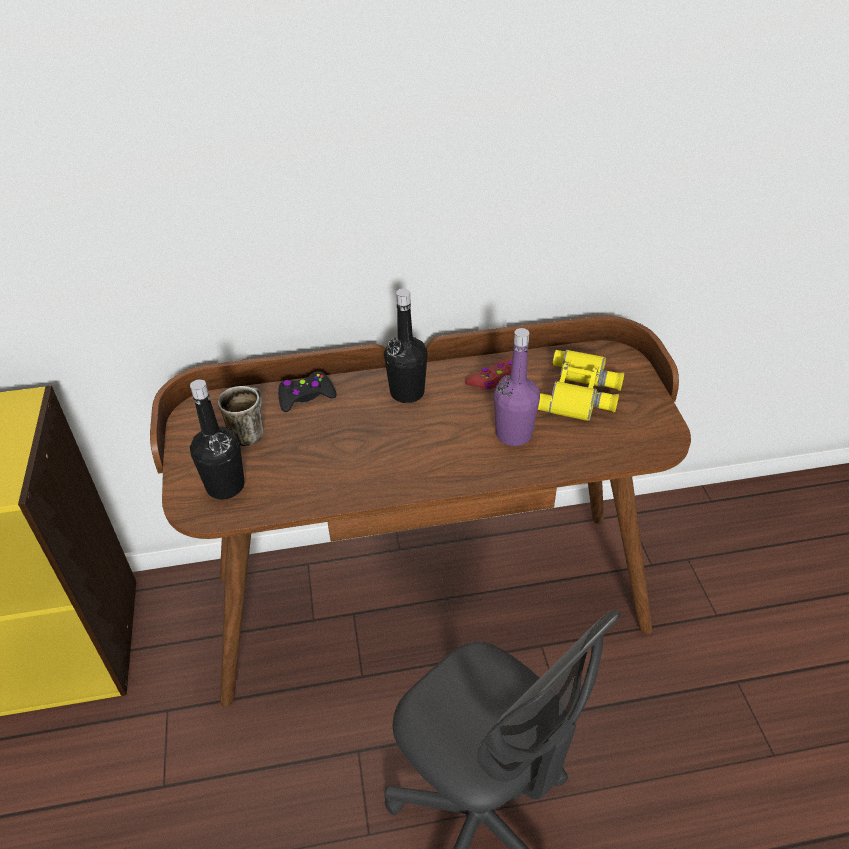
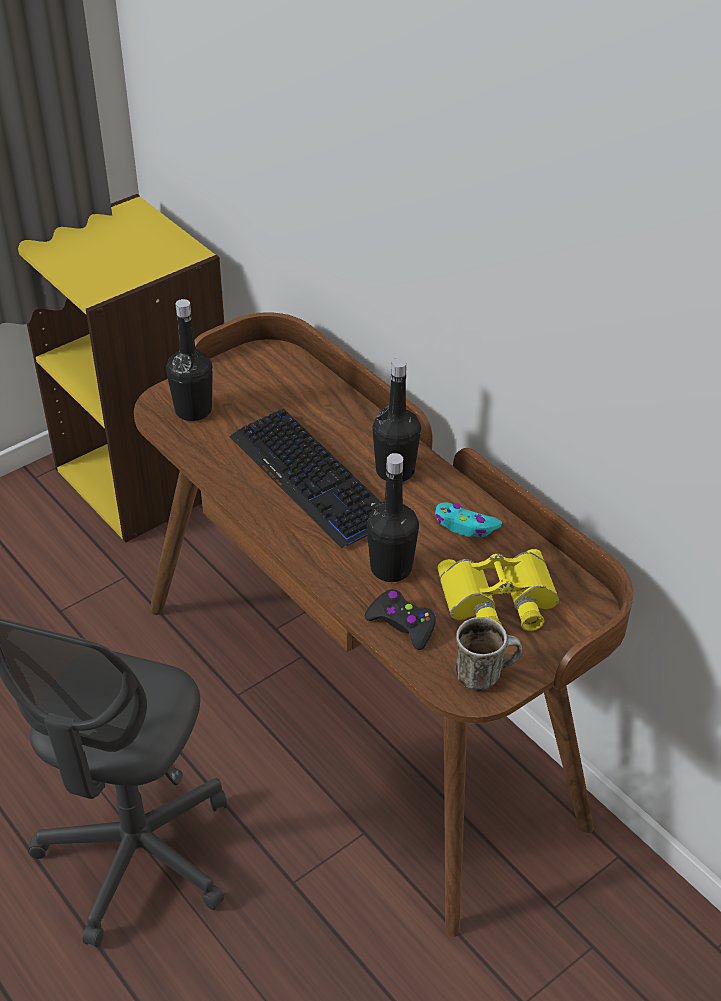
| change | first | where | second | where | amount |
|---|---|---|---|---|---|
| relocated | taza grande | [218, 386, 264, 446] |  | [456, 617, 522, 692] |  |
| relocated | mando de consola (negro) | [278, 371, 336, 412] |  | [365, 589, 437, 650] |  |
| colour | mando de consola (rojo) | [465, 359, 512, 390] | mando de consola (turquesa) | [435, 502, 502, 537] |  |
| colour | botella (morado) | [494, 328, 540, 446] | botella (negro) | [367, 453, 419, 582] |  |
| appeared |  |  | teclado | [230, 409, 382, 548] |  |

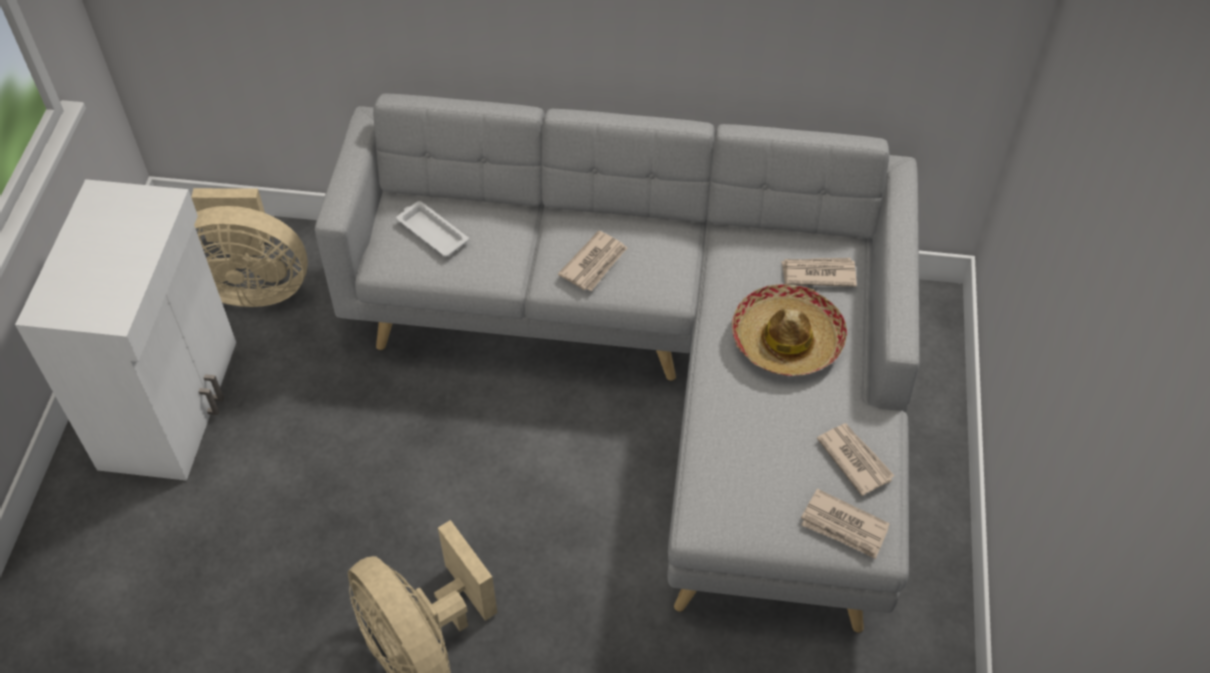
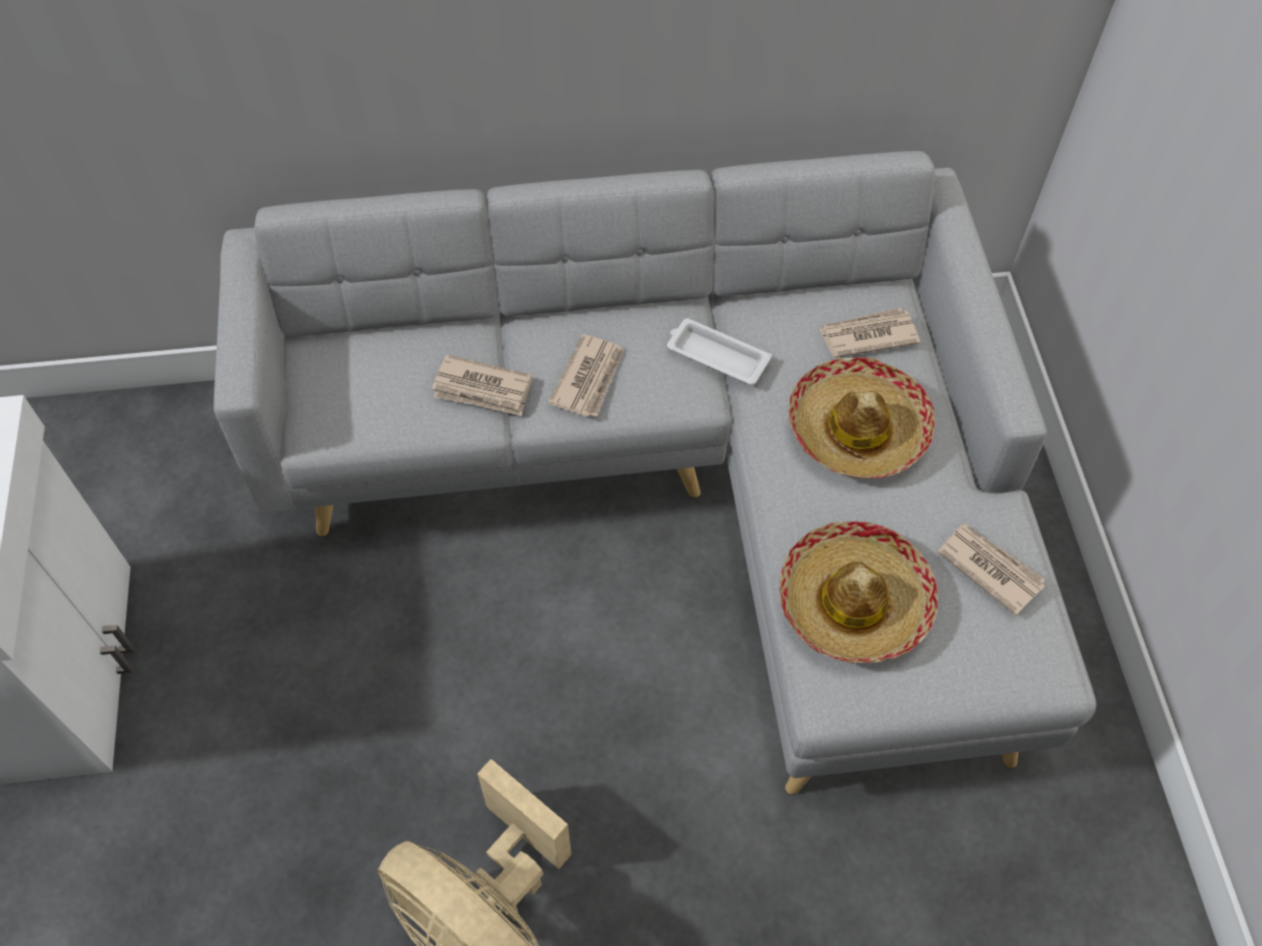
| change | first | where | second | where | amount |
|---|---|---|---|---|---|
| missing | ventilador (beis) | [191, 188, 308, 307] |  |  |  |
| relocated | bandeja (blanco) | [396, 201, 469, 257] |  | [667, 318, 772, 385] |  |
| relocated | periódico | [801, 489, 890, 559] |  | [432, 355, 532, 416] |  |
| appeared |  |  | sombrero | [779, 521, 938, 663] |  |

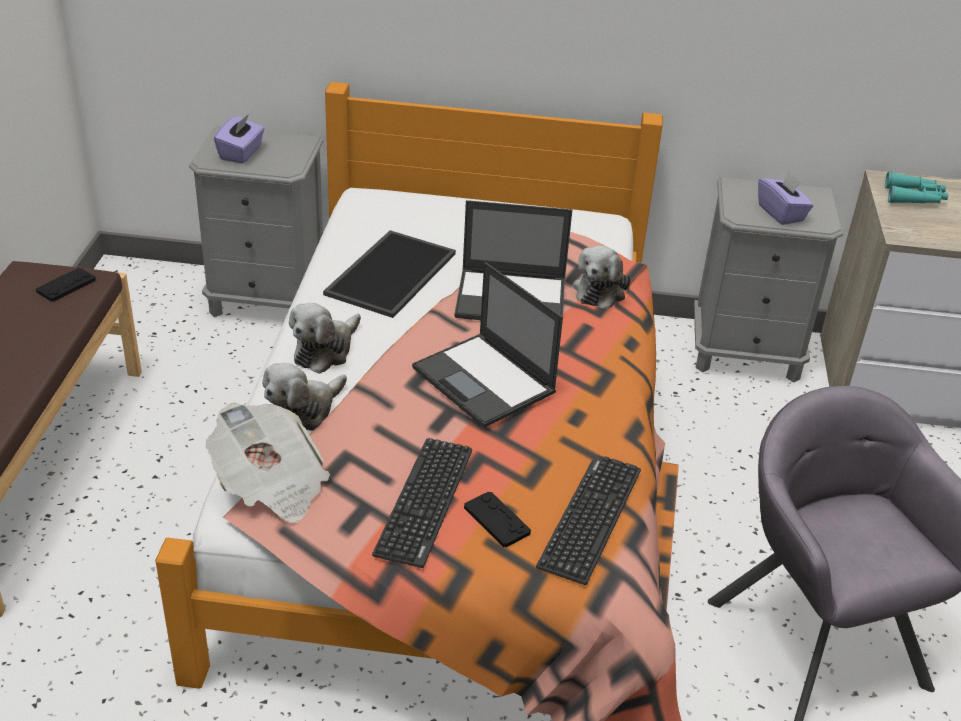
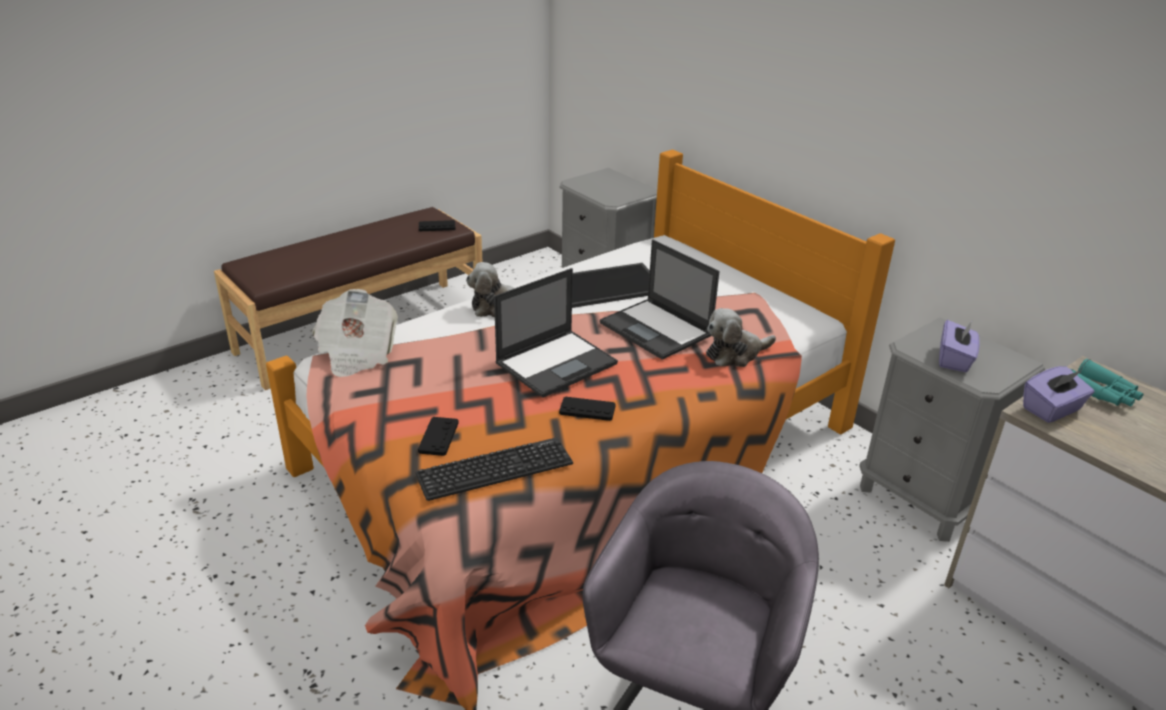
| change | first | where | second | where | amount |
|---|---|---|---|---|---|
| relocated | caja de pañuelos (morado) | [214, 114, 265, 164] |  | [1023, 366, 1094, 423] |  |
| missing | peluche | [262, 363, 347, 431] |  |  |  |
| missing | teclado | [372, 438, 472, 568] |  |  |  |
| spun | portátil | [412, 262, 563, 428] |  | [494, 268, 618, 398] | 135 degrees counterclockwise |
| appeared |  |  | mando de consola (negro) | [559, 397, 616, 421] |  |

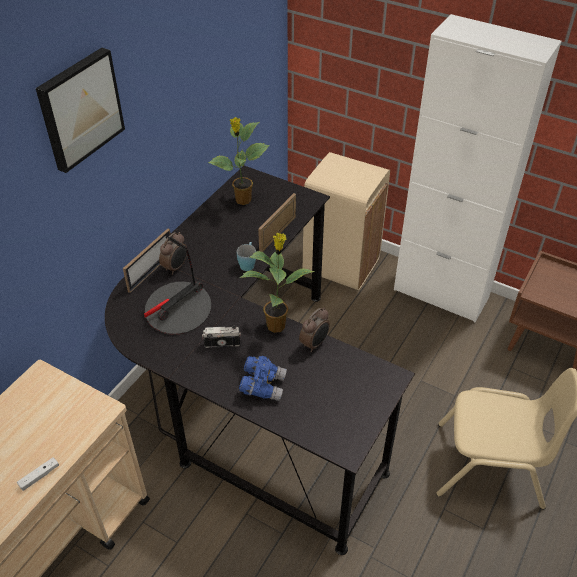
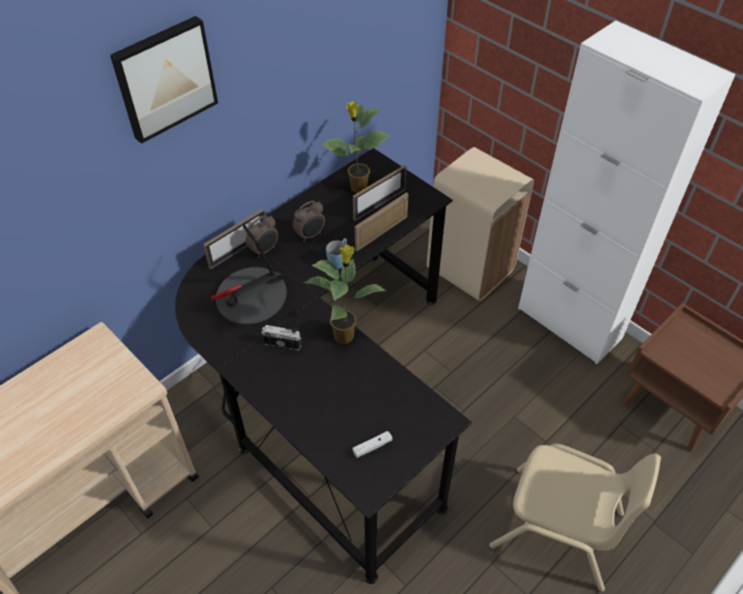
| change | first | where | second | where | amount |
|---|---|---|---|---|---|
| relocated | mando de consola (blanco) | [17, 457, 59, 491] |  | [352, 431, 393, 458] |  |
| missing | prismáticos (azul) | [239, 356, 287, 401] |  |  |  |
| relocated | despertador | [299, 307, 330, 352] |  | [293, 201, 325, 242] |  |
| appeared |  |  | portarretratos | [353, 165, 406, 221] |  |

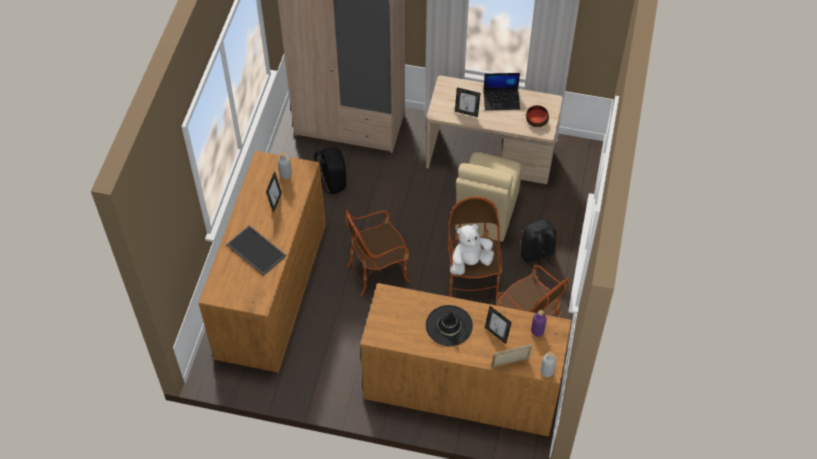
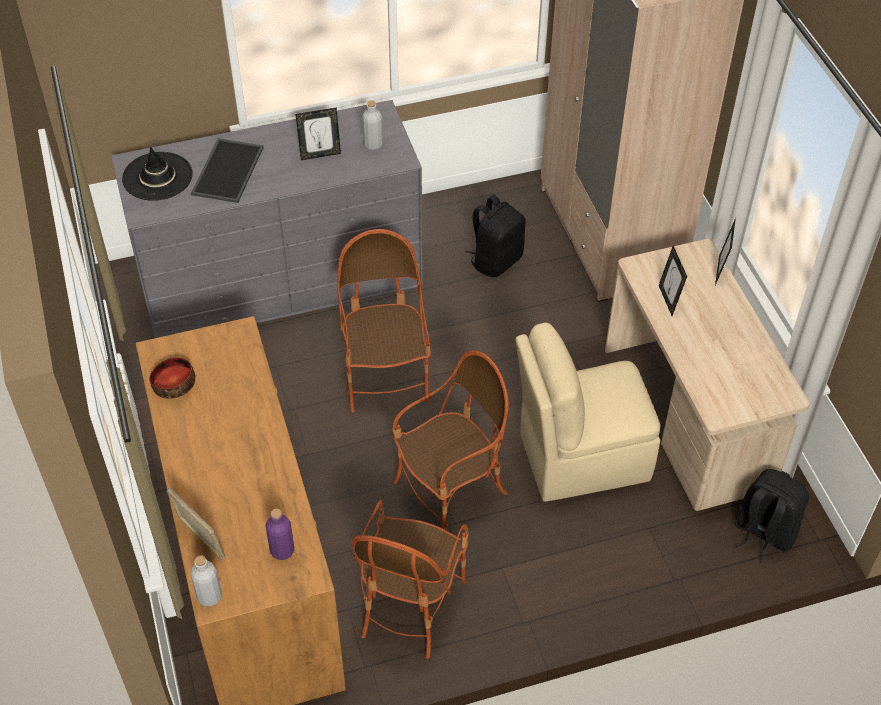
| change | first | where | second | where | amount |
|---|---|---|---|---|---|
| colour | cómoda (marrón) | [199, 151, 326, 372] | cómoda (gris) | [111, 100, 423, 338] |  |
| spun | sillón | [345, 210, 410, 296] |  | [337, 229, 431, 412] | 45 degrees clockwise |
| relocated | sombrero (negro) | [426, 305, 473, 346] |  | [122, 147, 193, 201] |  |
| missing | peluche (blanco) | [450, 224, 494, 275] |  |  |  |
| missing | portátil | [483, 73, 520, 110] |  |  |  |
| relocated | portarretratos | [485, 306, 512, 344] |  | [715, 218, 736, 285] |  |
| relocated | mochila (negro) | [521, 220, 557, 272] |  | [734, 469, 809, 563] |  |
| relocated | cuenco | [526, 105, 549, 127] |  | [150, 357, 195, 399] |  |

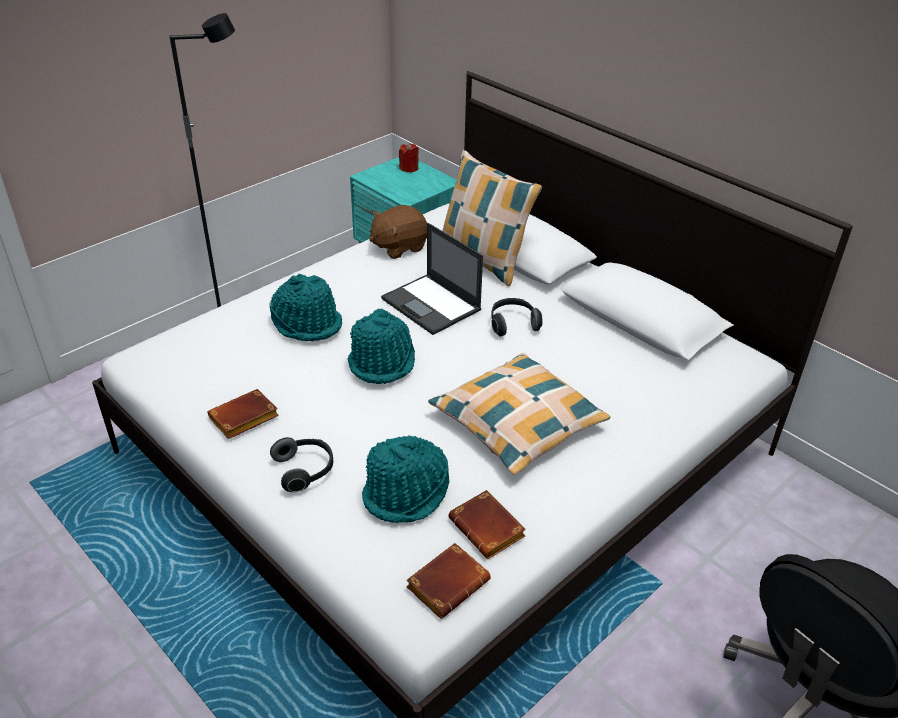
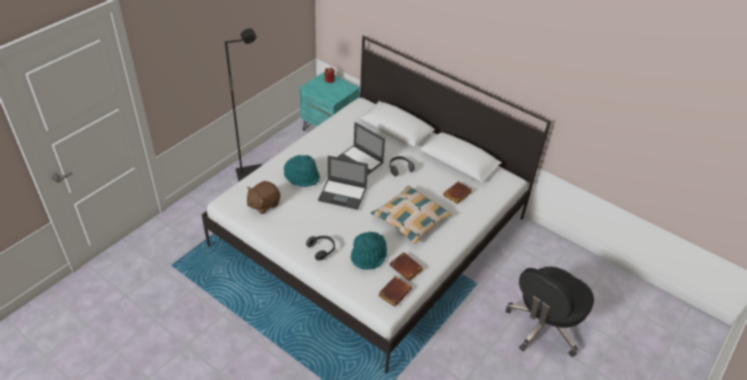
| change | first | where | second | where | amount |
|---|---|---|---|---|---|
| relocated | libro (marrón) | [208, 389, 279, 439] |  | [443, 181, 472, 204] |  |
| exchanged | sombrero (turquesa) | [348, 309, 415, 384] | portátil | [318, 156, 368, 210] |  |
| relocated | peluche (marrón) | [369, 205, 427, 259] |  | [247, 181, 280, 214] |  |
| missing | cojín | [442, 150, 542, 286] |  |  |  |

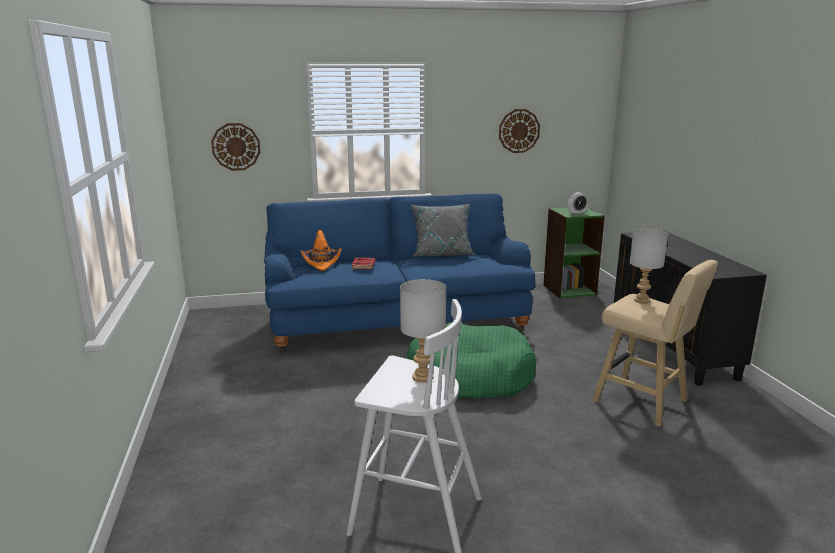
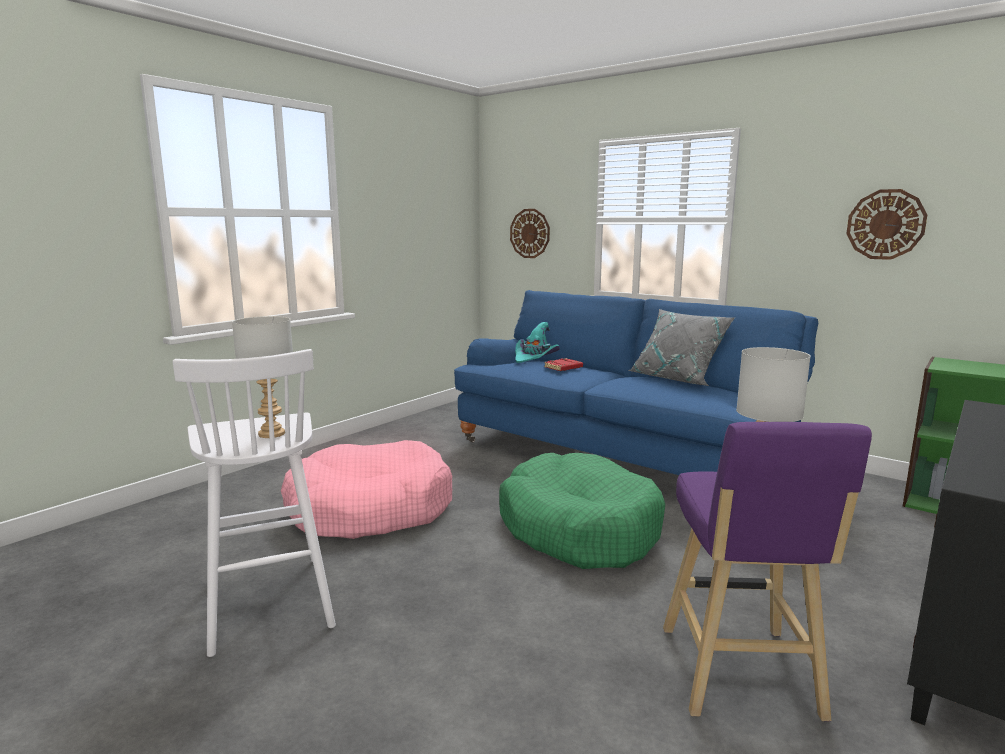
| change | first | where | second | where | amount |
|---|---|---|---|---|---|
| colour | sombrero (naranja) | [300, 230, 342, 271] | sombrero (turquesa) | [515, 322, 560, 363] |  |
| missing | despertador | [568, 193, 587, 215] |  |  |  |
| colour | taburete (beis) | [593, 260, 718, 427] | taburete (morado) | [663, 422, 872, 721] |  |
| appeared |  |  | cama para perro (rosa) | [281, 440, 452, 539] |  |

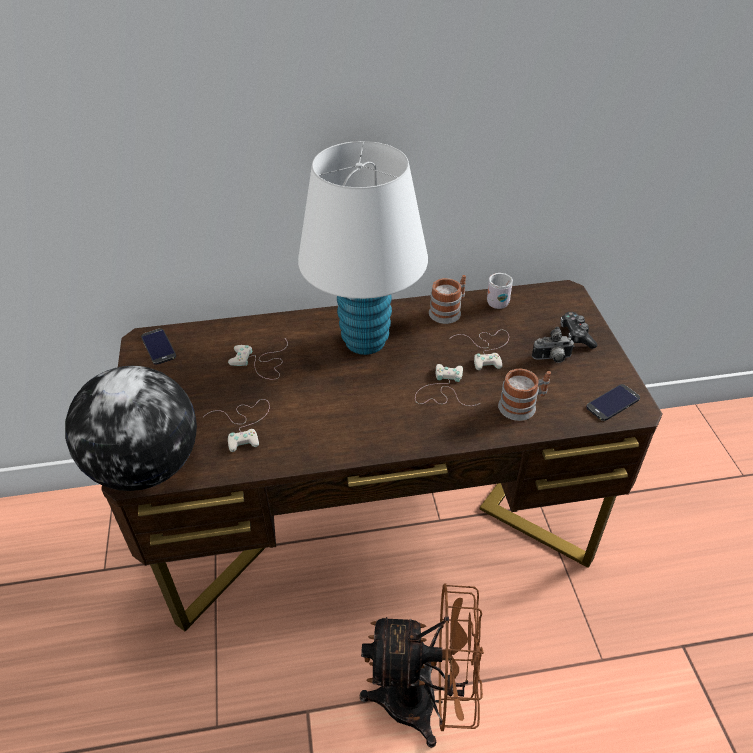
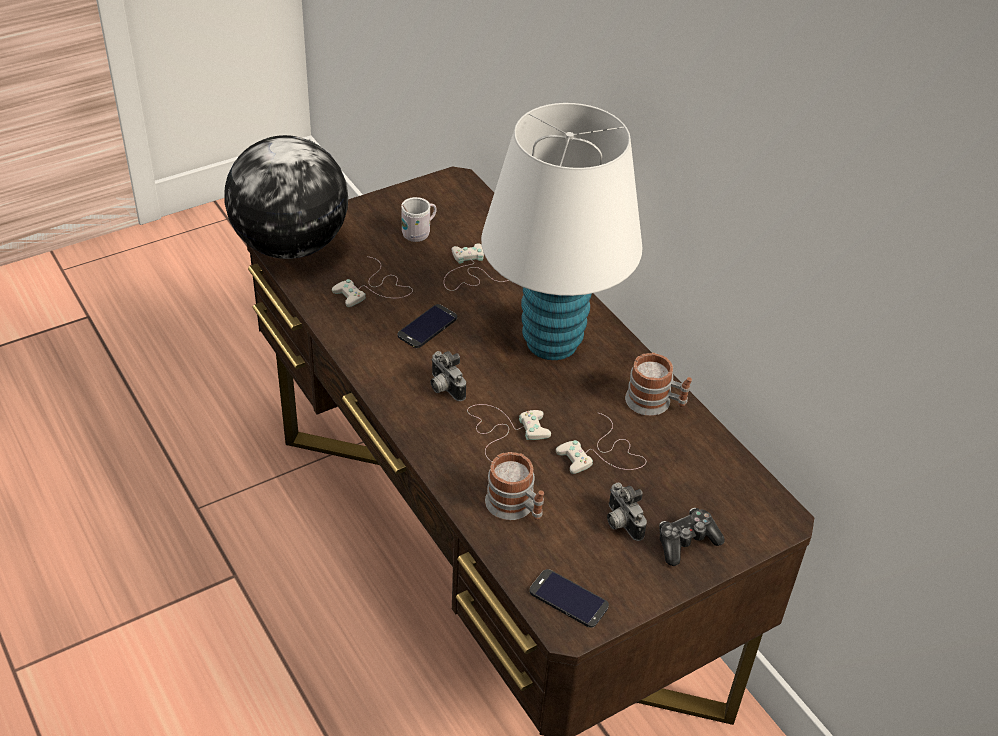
| change | first | where | second | where | amount |
|---|---|---|---|---|---|
| relocated | móvil | [141, 328, 176, 365] |  | [398, 304, 457, 348] |  |
| missing | ventilador (marrón) | [360, 583, 484, 748] |  |  |  |
| relocated | taza grande (blanco) | [487, 273, 513, 309] |  | [401, 197, 437, 242] |  |
| appeared |  |  | cámara | [430, 351, 466, 401] |  |

